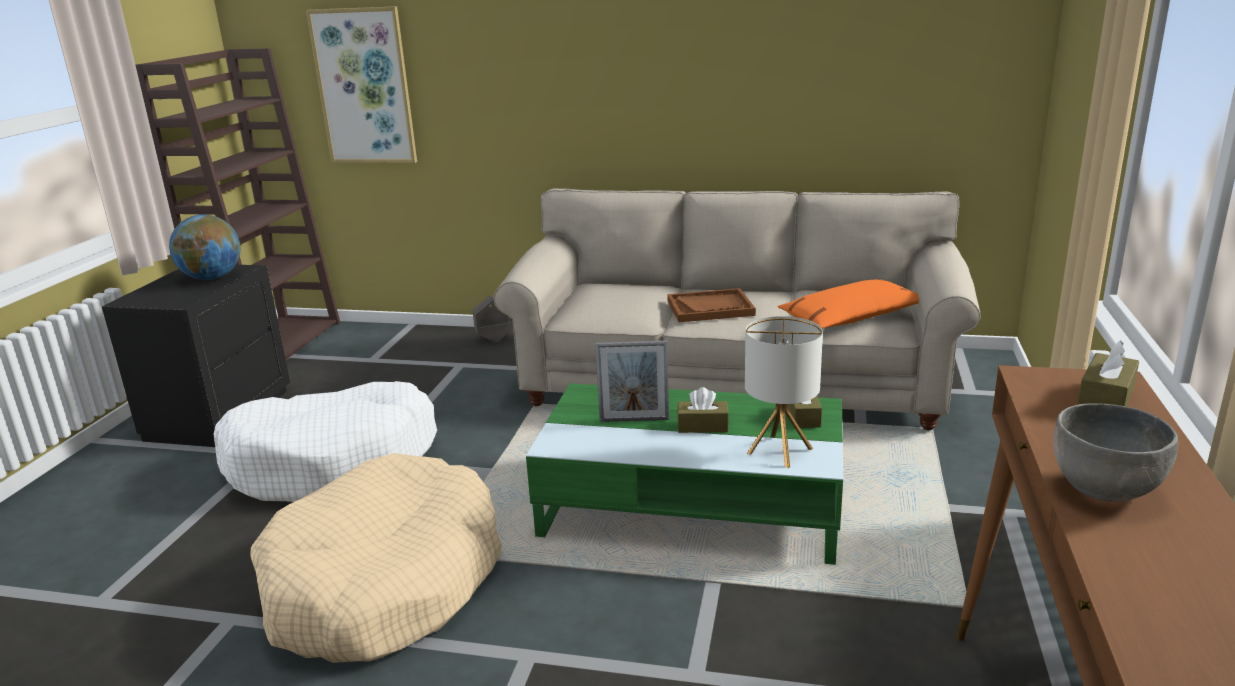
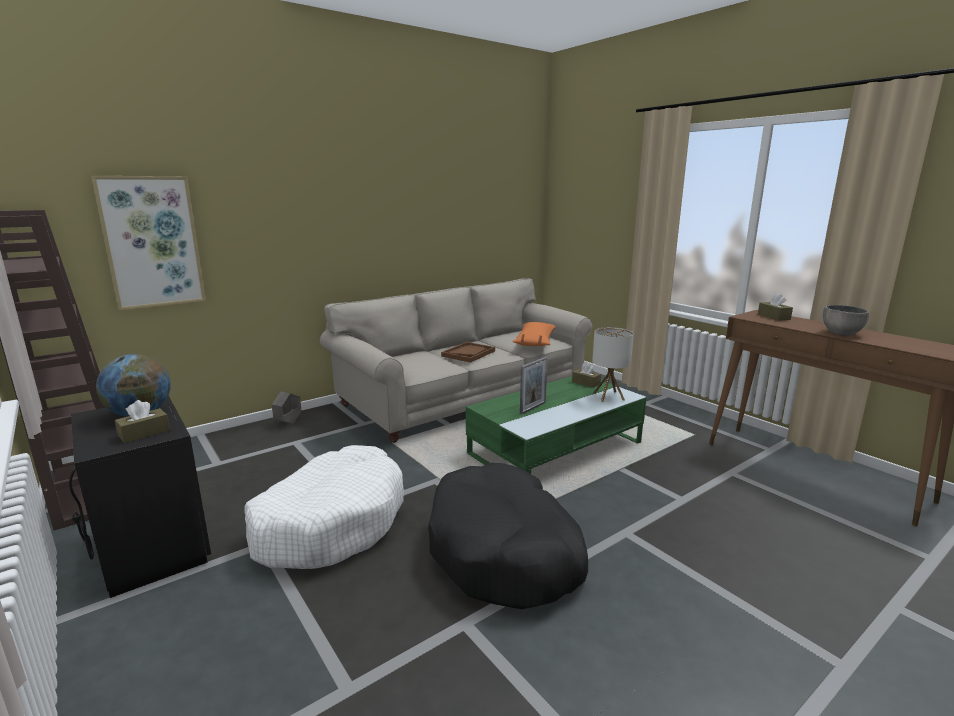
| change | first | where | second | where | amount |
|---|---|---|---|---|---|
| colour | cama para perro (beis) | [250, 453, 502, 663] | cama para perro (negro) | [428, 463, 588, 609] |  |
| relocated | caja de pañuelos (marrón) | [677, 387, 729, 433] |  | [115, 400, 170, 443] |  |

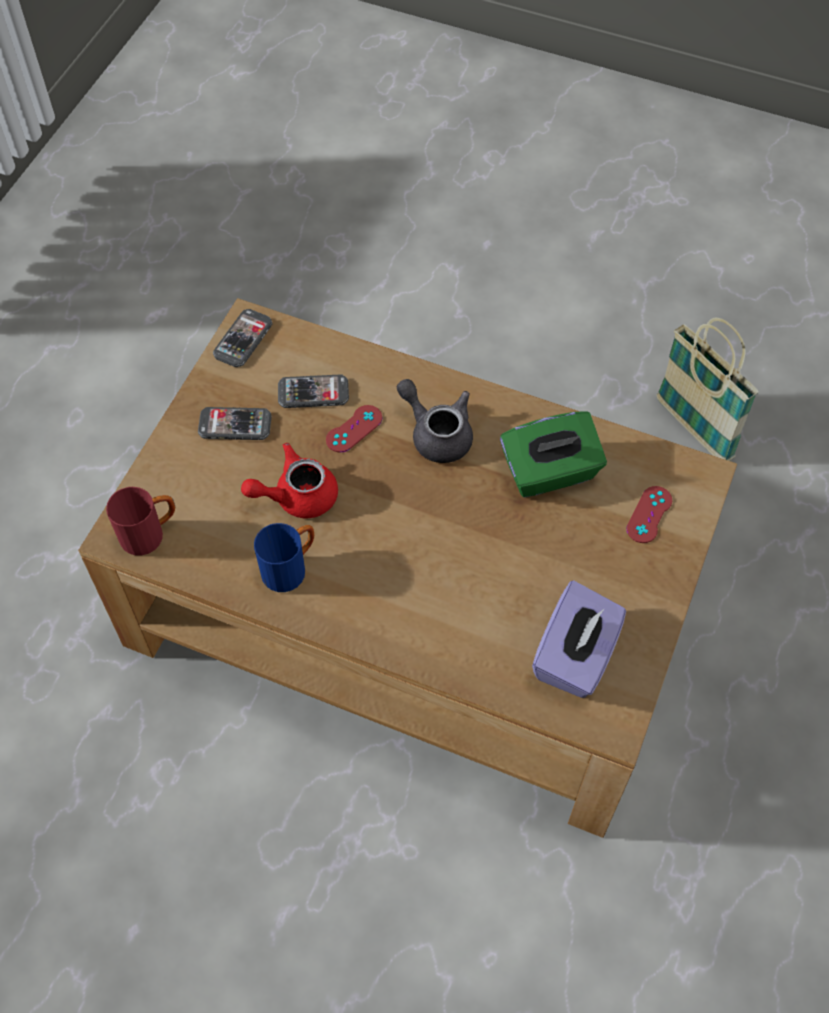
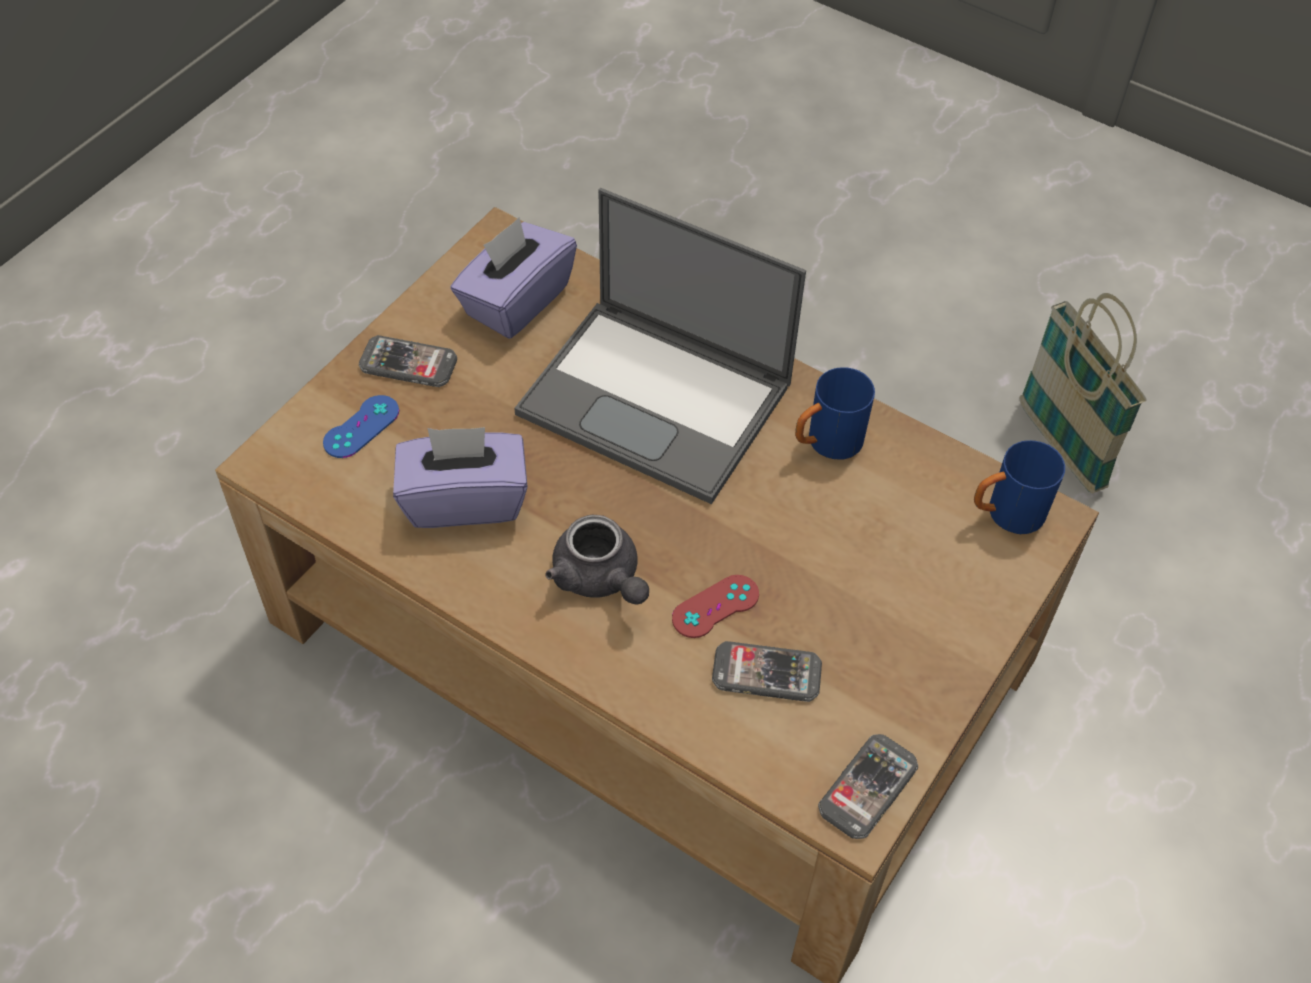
| change | first | where | second | where | amount |
|---|---|---|---|---|---|
| colour | taza grande (rojo) | [106, 487, 175, 555] | taza grande (azul) | [974, 440, 1065, 534] |  |
| relocated | móvil | [198, 407, 272, 440] |  | [359, 335, 457, 387] |  |
| missing | tetera (rojo) | [241, 443, 338, 519] |  |  |  |
| colour | caja de pañuelos (verde) | [500, 411, 607, 497] | caja de pañuelos (morado) | [393, 427, 528, 528] |  |
| colour | mando de consola (rojo) | [627, 486, 672, 543] | mando de consola (azul) | [323, 395, 399, 458] |  |
| relocated | cesta | [656, 318, 759, 461] |  | [1020, 293, 1147, 493] |  |
| appeared |  |  | portátil | [514, 188, 806, 504] |  |

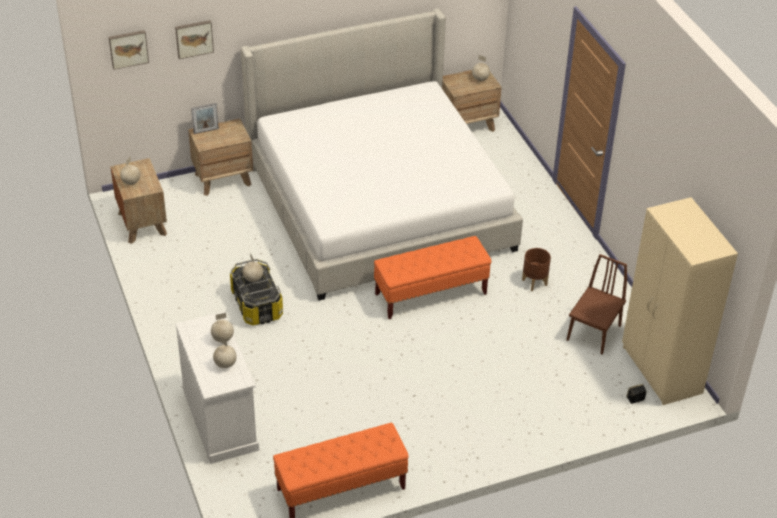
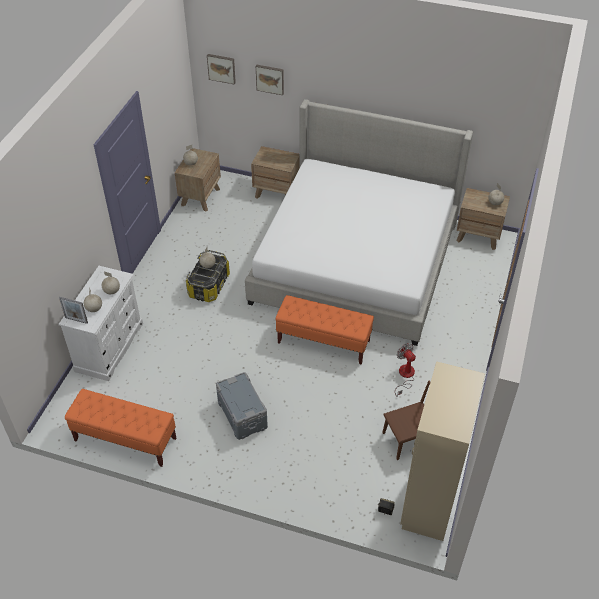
| change | first | where | second | where | amount |
|---|---|---|---|---|---|
| relocated | portarretratos | [191, 103, 219, 134] |  | [59, 297, 88, 324] |  |
| exchanged | maceta (marrón) | [522, 248, 551, 291] | ventilador | [395, 343, 416, 397] |  |
| appeared |  |  | caja de almacenaje (gris) | [216, 372, 268, 440] |  |

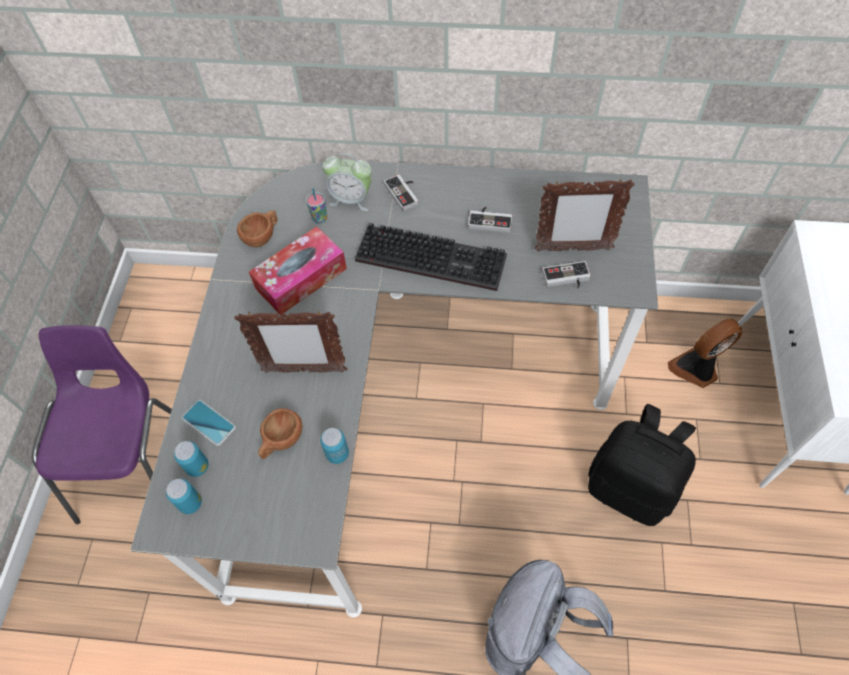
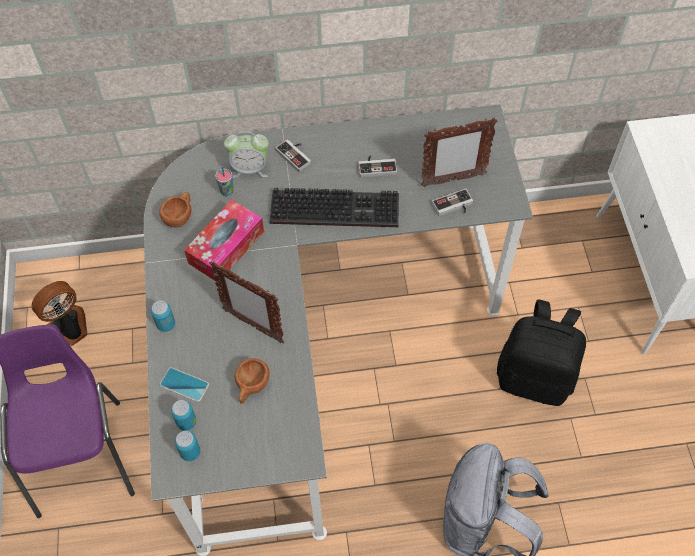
| change | first | where | second | where | amount |
|---|---|---|---|---|---|
| spun | portarretratos | [234, 311, 347, 373] |  | [209, 261, 284, 343] | 45 degrees clockwise |
| relocated | lata | [320, 428, 349, 464] |  | [151, 301, 175, 332] |  |
| relocated | ventilador | [668, 318, 742, 388] |  | [32, 281, 88, 346] |  |

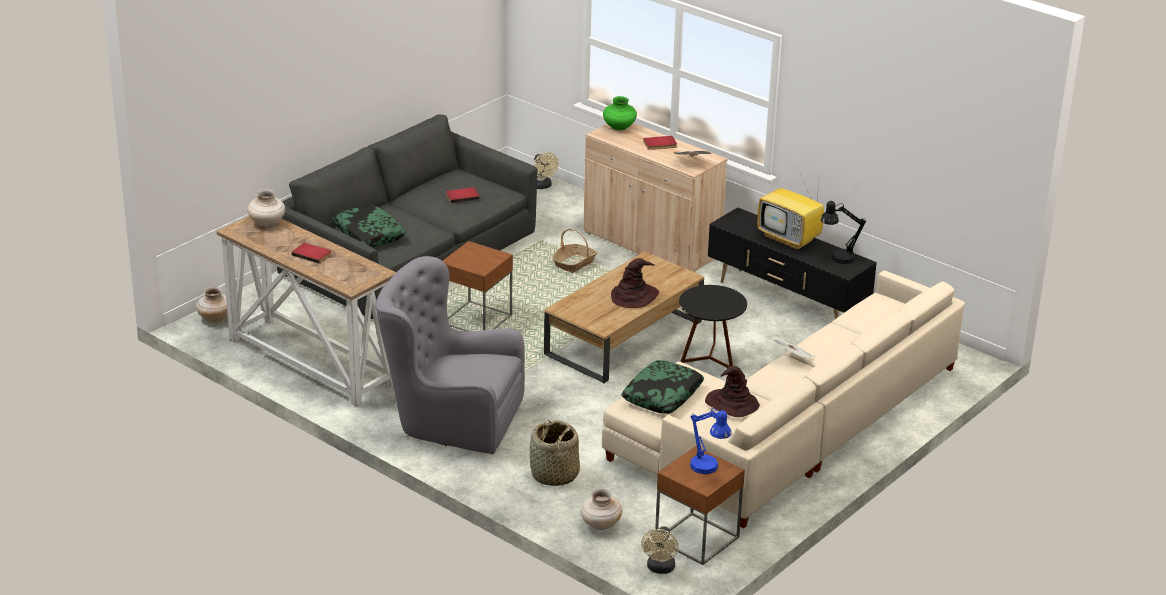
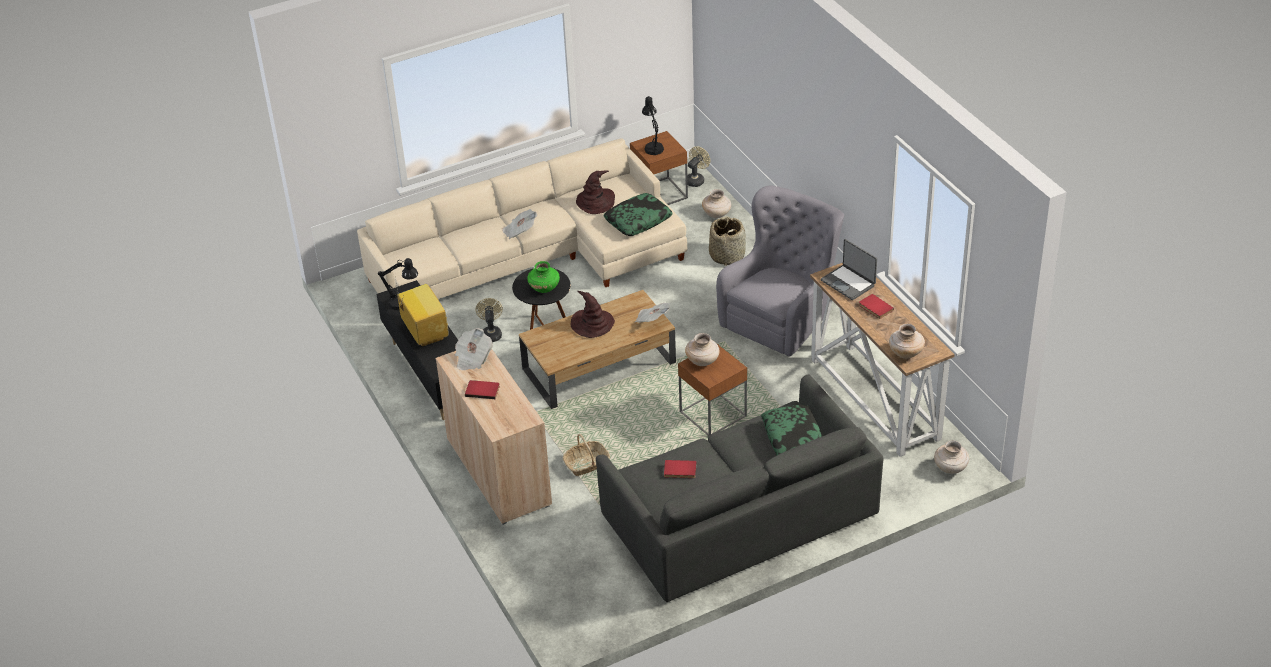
| change | first | where | second | where | amount |
|---|---|---|---|---|---|
| spun | sillón (gris) | [375, 256, 525, 454] |  | [716, 185, 844, 356] | 90 degrees counterclockwise |
| relocated | ventilador (beis) | [533, 152, 559, 189] |  | [475, 298, 503, 342] |  |
| relocated | florero (verde) | [603, 96, 637, 130] |  | [527, 261, 560, 293] |  |
| colour | lámpara de mesa (azul) | [690, 408, 732, 474] | lámpara de mesa (negro) | [642, 96, 664, 155] |  |
| appeared |  |  | periódico | [635, 303, 671, 323] |  |
| appeared |  |  | florero (beis) | [685, 333, 720, 366] |  |
| appeared |  |  | portátil | [821, 239, 877, 300] |  |

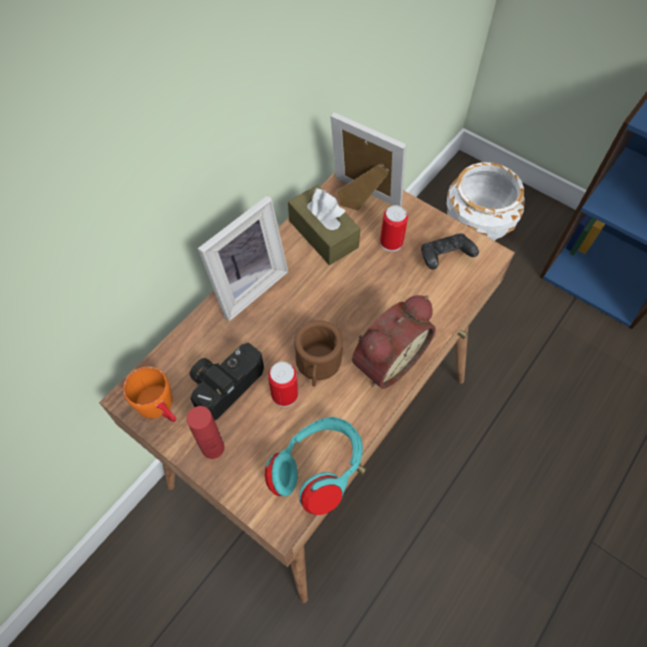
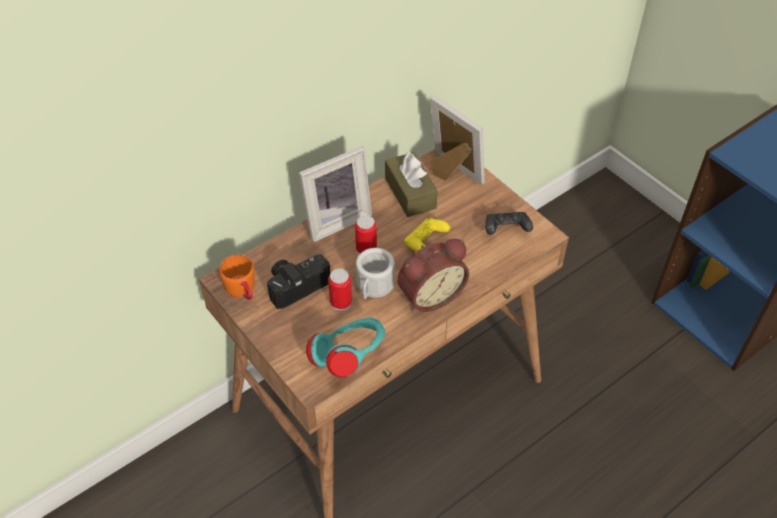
| change | first | where | second | where | amount |
|---|---|---|---|---|---|
| missing | botella (rojo) | [187, 406, 224, 459] |  |  |  |
| colour | taza grande (marrón) | [294, 320, 343, 387] | taza grande (blanco) | [356, 248, 395, 299] |  |
| relocated | lata | [380, 205, 408, 252] |  | [355, 215, 377, 254] |  |
| missing | maceta (blanco) | [447, 162, 525, 241] |  |  |  |
| appeared |  |  | mando de consola (amarillo) | [404, 218, 451, 252] |  |

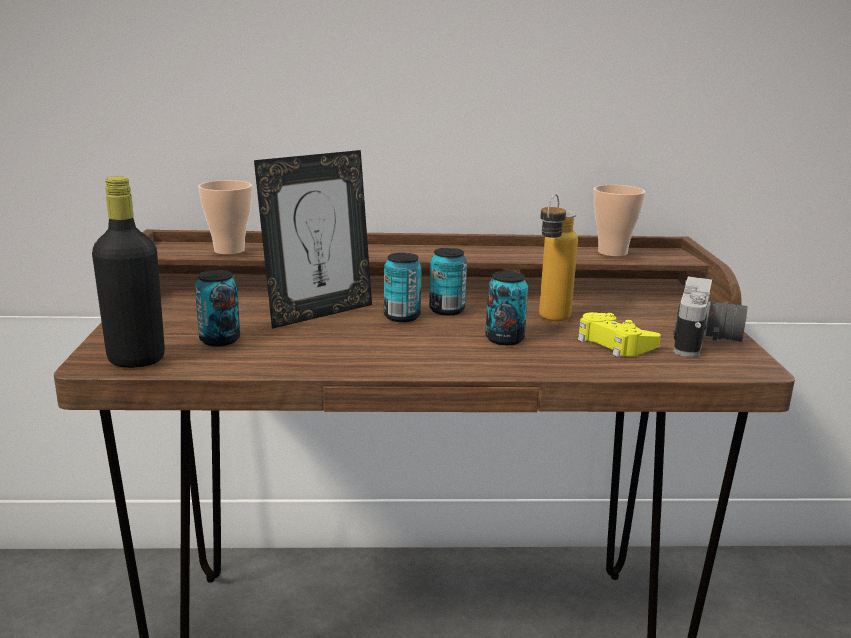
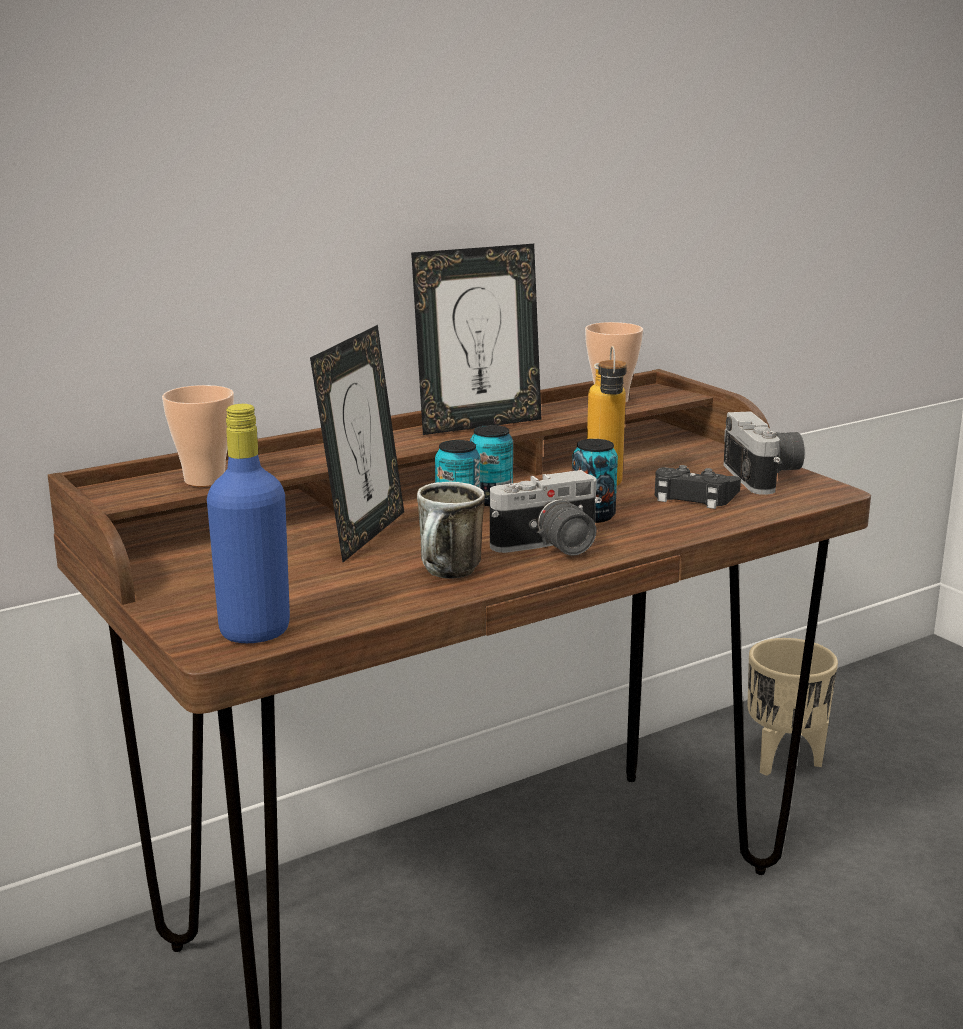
| change | first | where | second | where | amount |
|---|---|---|---|---|---|
| colour | botella (negro) | [92, 176, 165, 368] | botella (azul) | [207, 404, 290, 643] |  |
| missing | lata | [195, 270, 240, 346] |  |  |  |
| colour | mando de consola (amarillo) | [578, 312, 661, 357] | mando de consola (negro) | [655, 465, 741, 509] |  |
| appeared |  |  | portarretratos | [411, 244, 541, 435] |  |
| appeared |  |  | taza grande | [417, 482, 485, 579] |  |
| appeared |  |  | cámara | [490, 470, 602, 555] |  |
| appeared |  |  | maceta (beis) | [747, 638, 838, 776] |  |

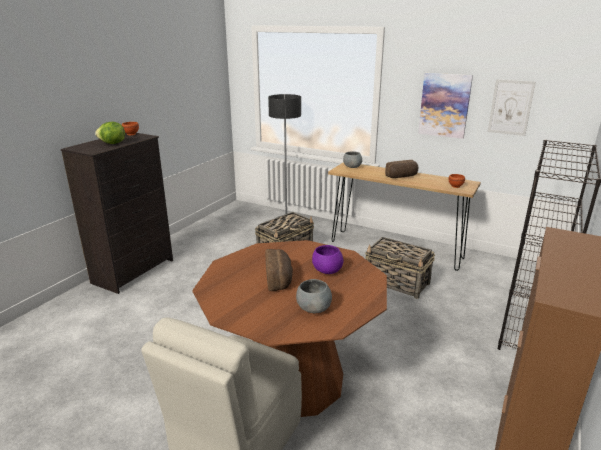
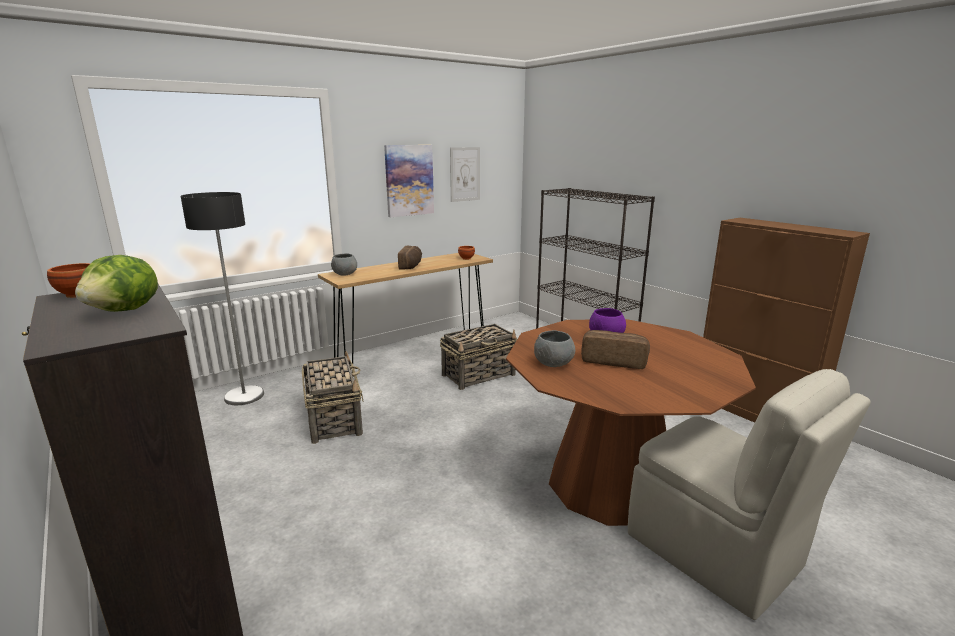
| change | first | where | second | where | amount |
|---|---|---|---|---|---|
| relocated | cuenco (gris) | [296, 279, 332, 313] |  | [534, 330, 575, 367] |  |

